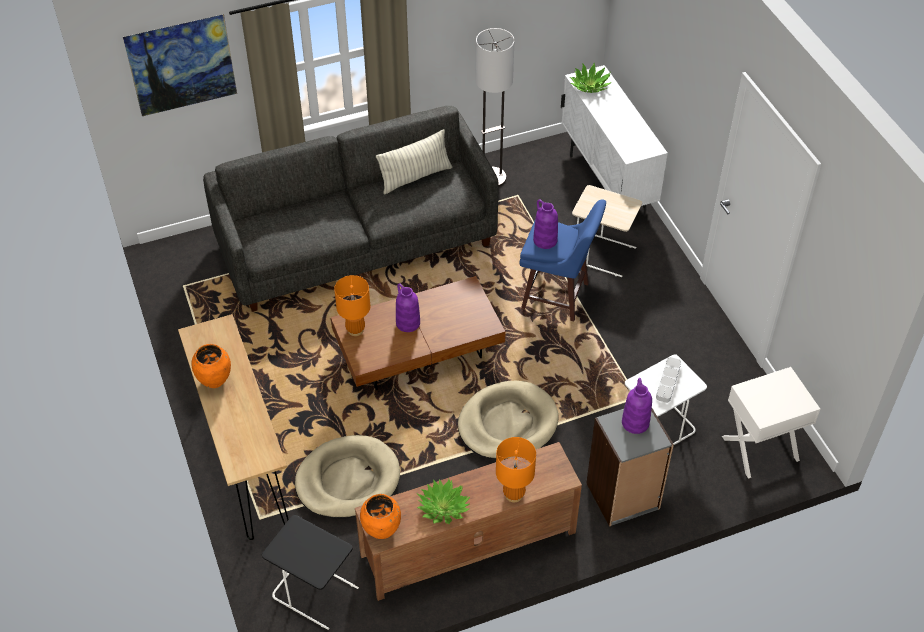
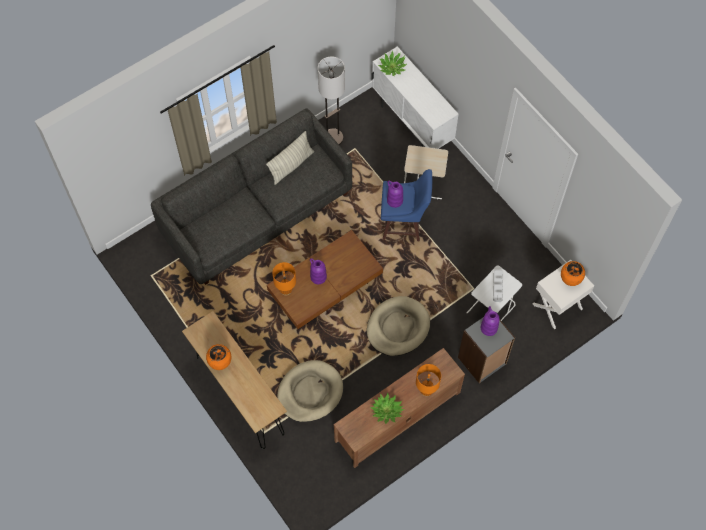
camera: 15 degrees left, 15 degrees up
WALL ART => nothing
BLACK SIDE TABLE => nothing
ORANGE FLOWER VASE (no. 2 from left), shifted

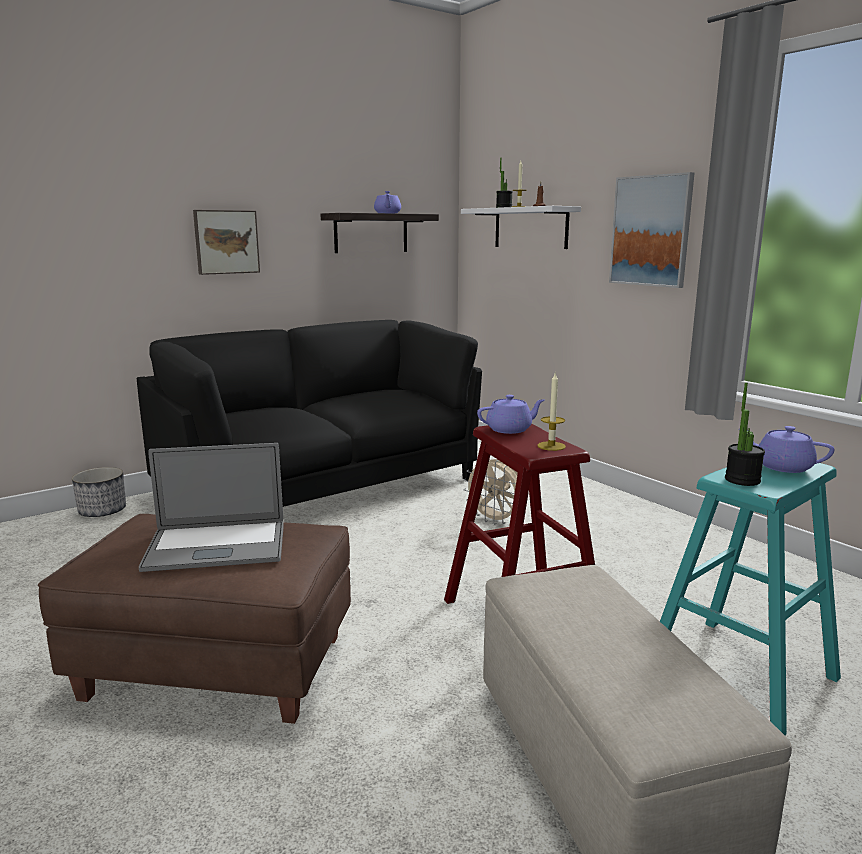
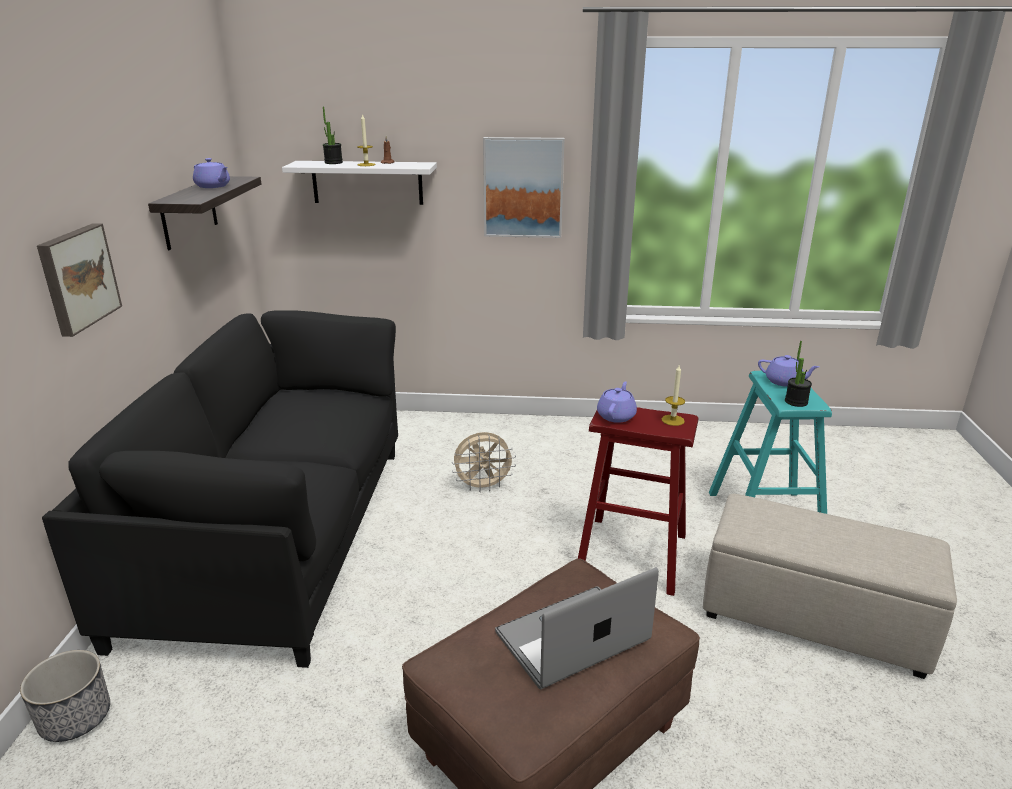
camera: 50 degrees left, 10 degrees up
PORTABLE COMPUTER, 150 degrees counterclockwise
PURPLE POT FOR TEA (no. 3 from left), 135 degrees counterclockwise

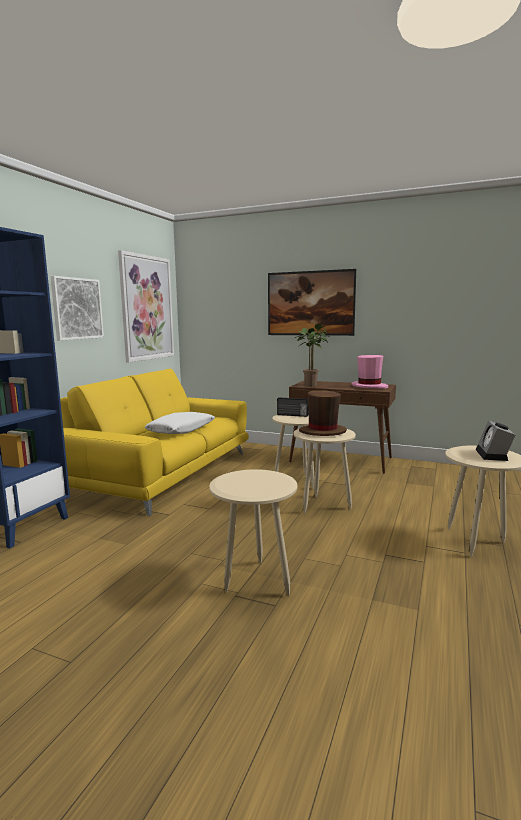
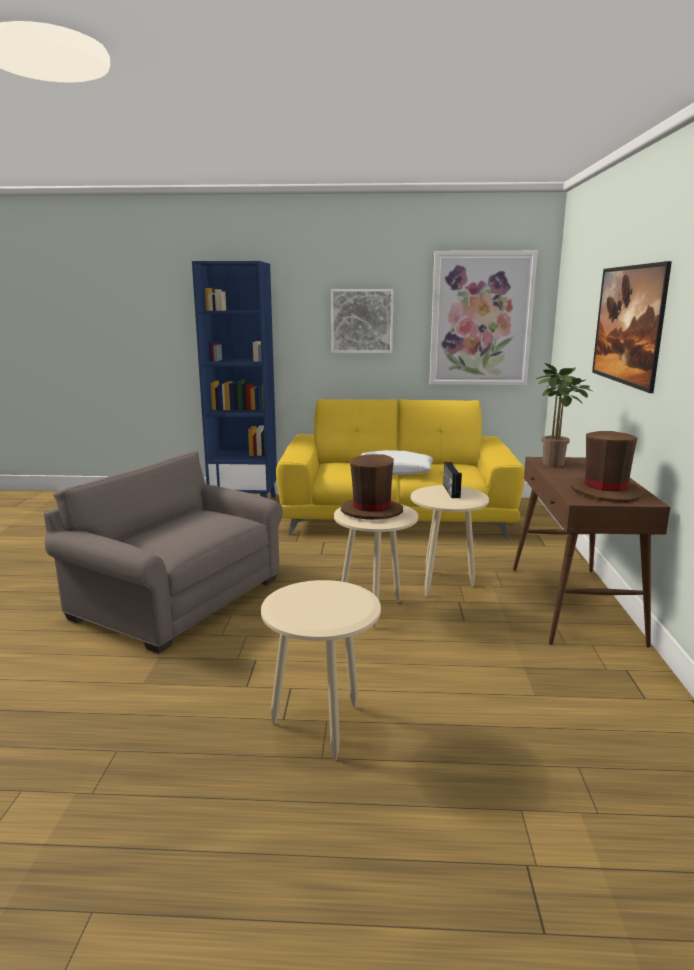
camera: 70 degrees right, 5 degrees up
BEDSIDE CLOCK => nothing
SAND-COLOURED SIDE TABLE (no. 1 from left) => GREYISH EASY CHAIR
PINK-COLOURED HAT => BROWN-COLOURED HAT (no. 2 from left)

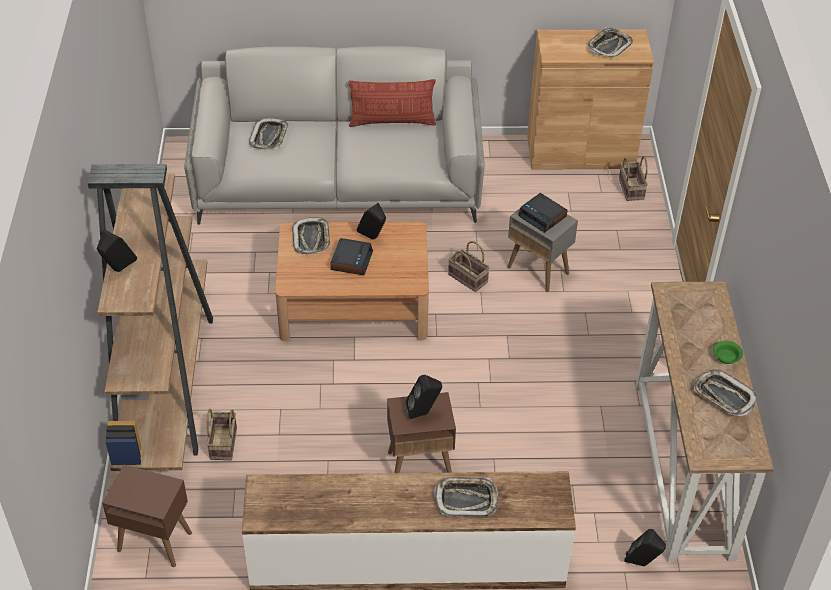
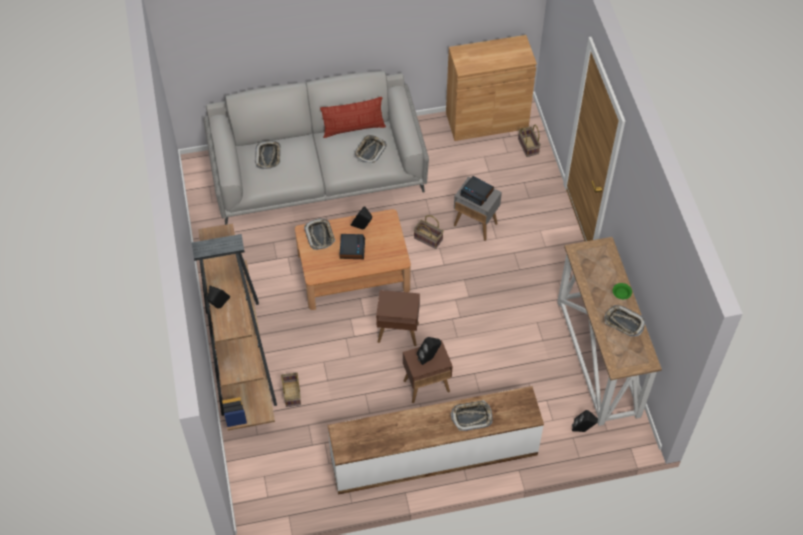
camera: 10 degrees left, 10 degrees up
BROWN-COLOURED SIDE TABLE (no. 1 from left), shifted
SERVING TRAY (no. 4 from left in the first image) => SERVING TRAY (no. 3 from left), shifted

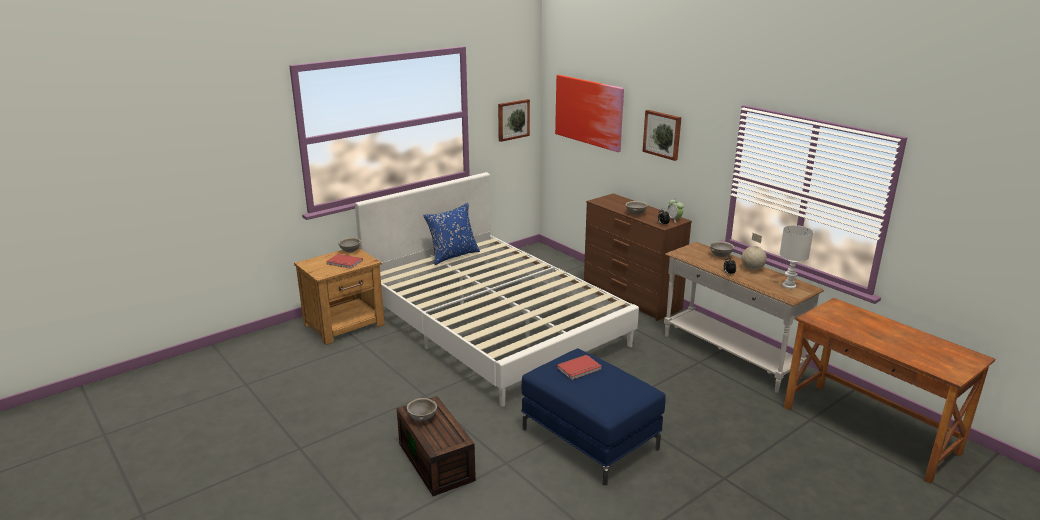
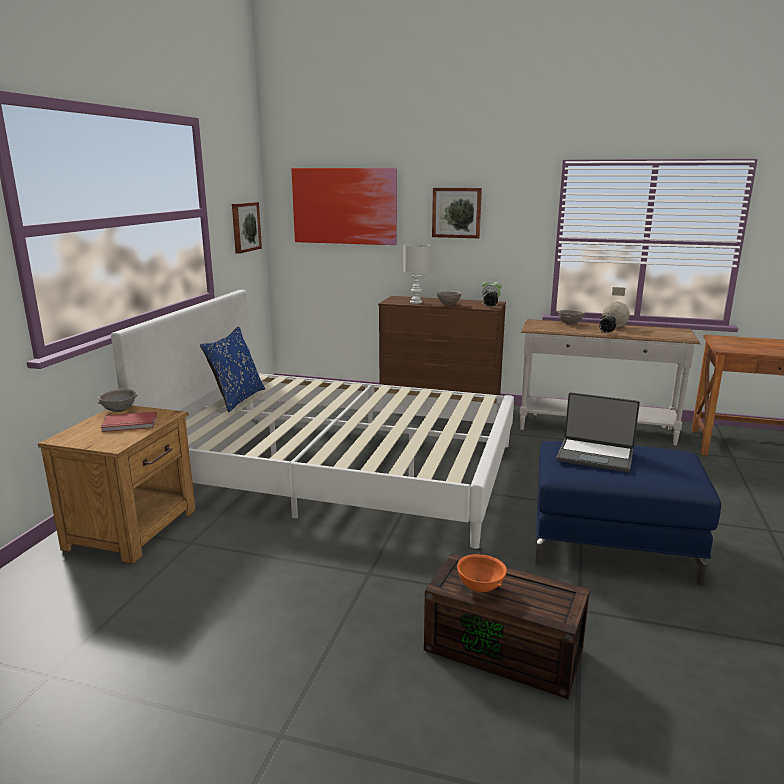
camera: 35 degrees left, 5 degrees down
WHITE-COLOURED TABLETOP LAMP, shifted
RED BOOK (no. 2 from left) => PORTABLE COMPUTER
GREYISH DEEP DISH (no. 2 from left) => ORANGE DEEP DISH

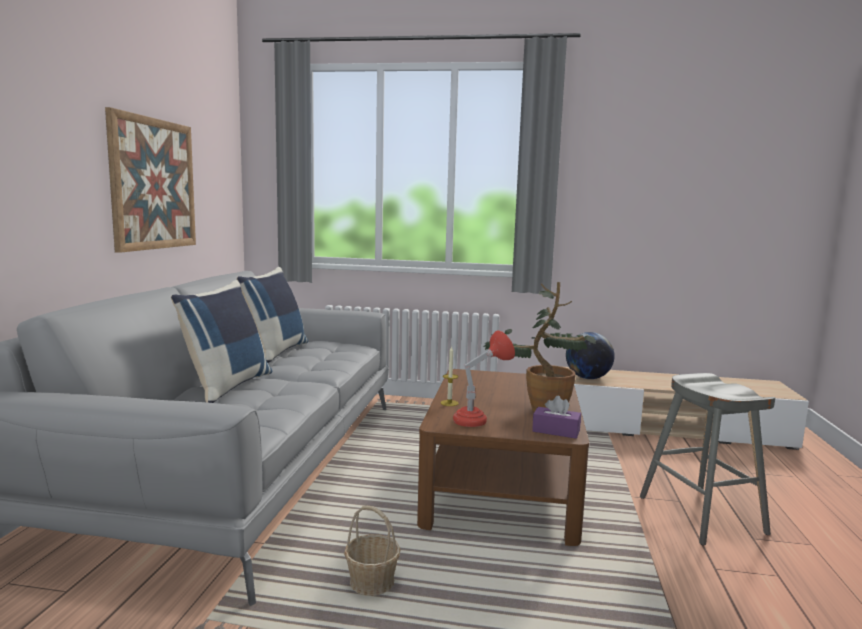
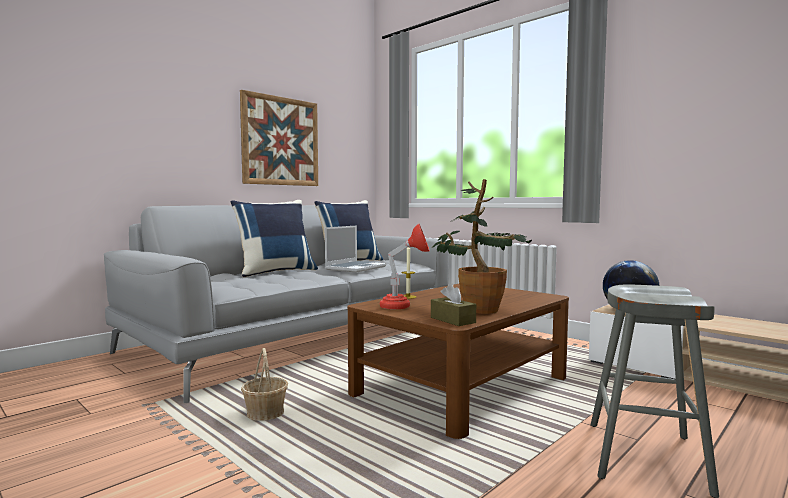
camera: 35 degrees right, 5 degrees down
nothing => PORTABLE COMPUTER
PURPLE TISSUE HOLDER => BROWN-COLOURED TISSUE HOLDER

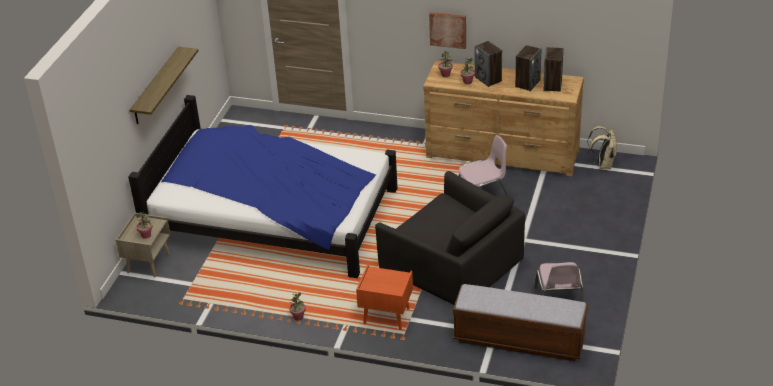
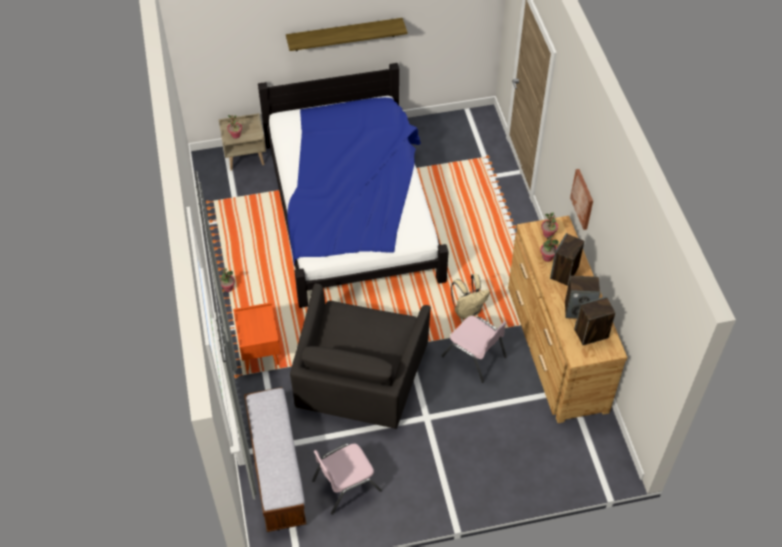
camera: 60 degrees right, 15 degrees up
SAND-COLOURED KNAPSACK, shifted

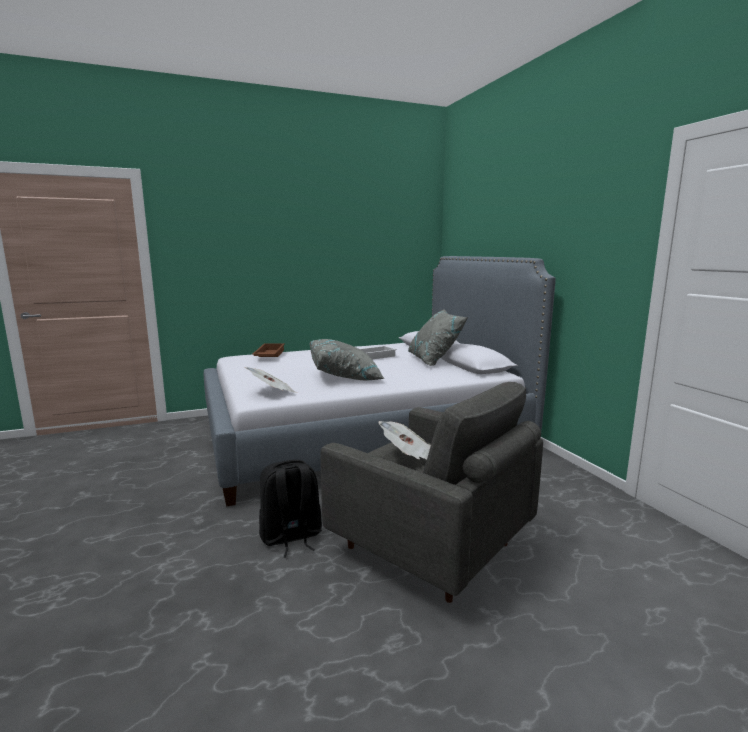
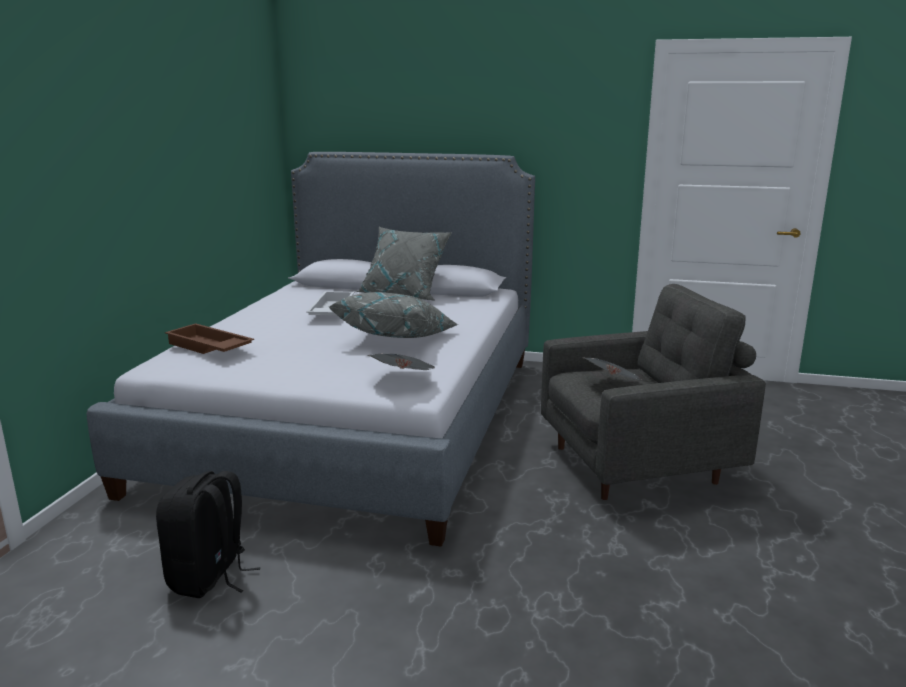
camera: 55 degrees left, 5 degrees up
BLACK KNAPSACK, shifted

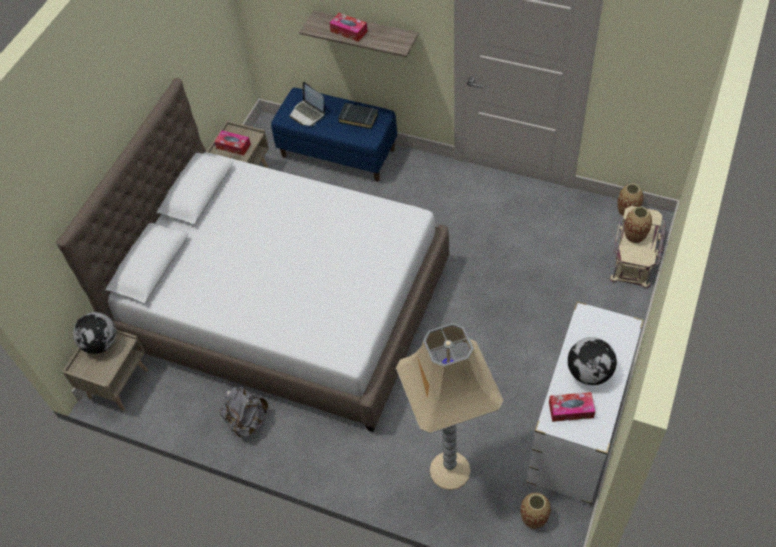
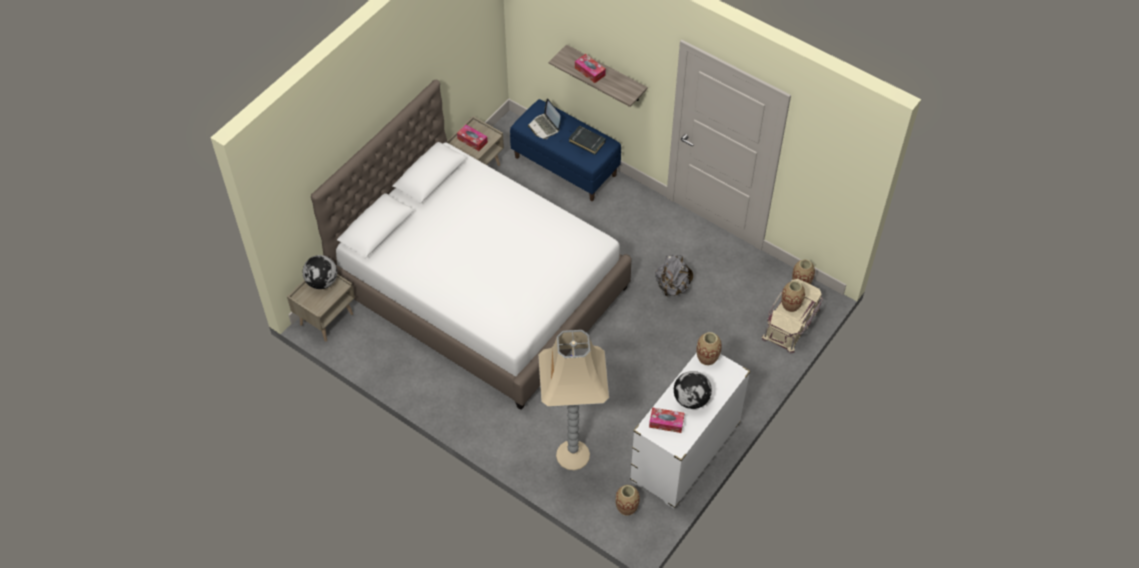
camera: 10 degrees right, 0 degrees up
nothing => FLOWER VASE (no. 2 from left)
GREYISH KNAPSACK, shifted

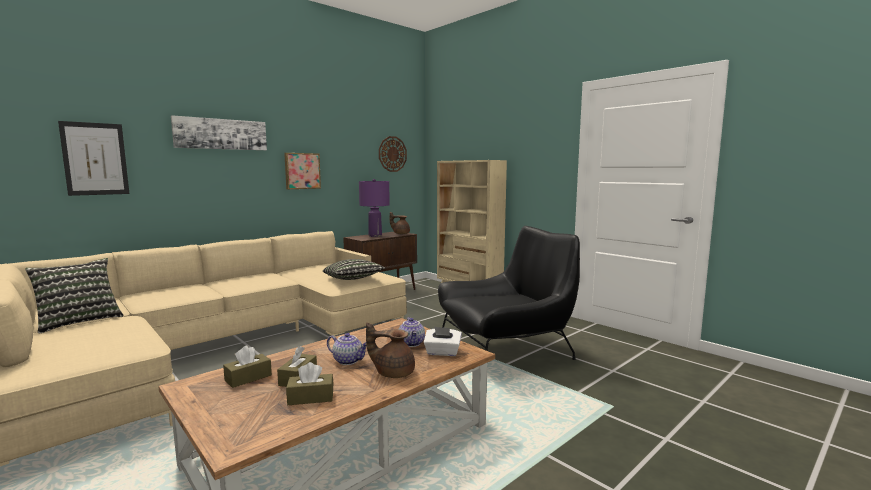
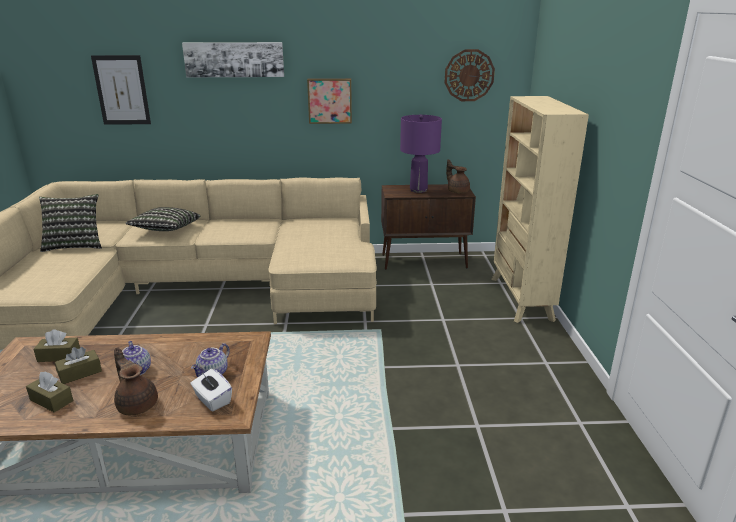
camera: 40 degrees right, 15 degrees up
BLACK EASY CHAIR => nothing
PILLOW (no. 2 from left), shifted

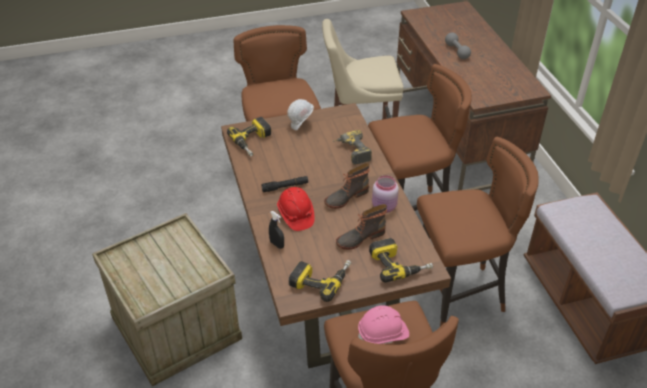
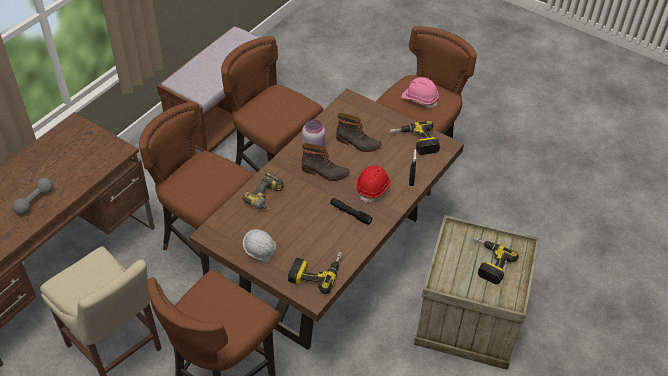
camera: 130 degrees left, 5 degrees up
ELECTRIC DRILL (no. 4 from left), shifted

